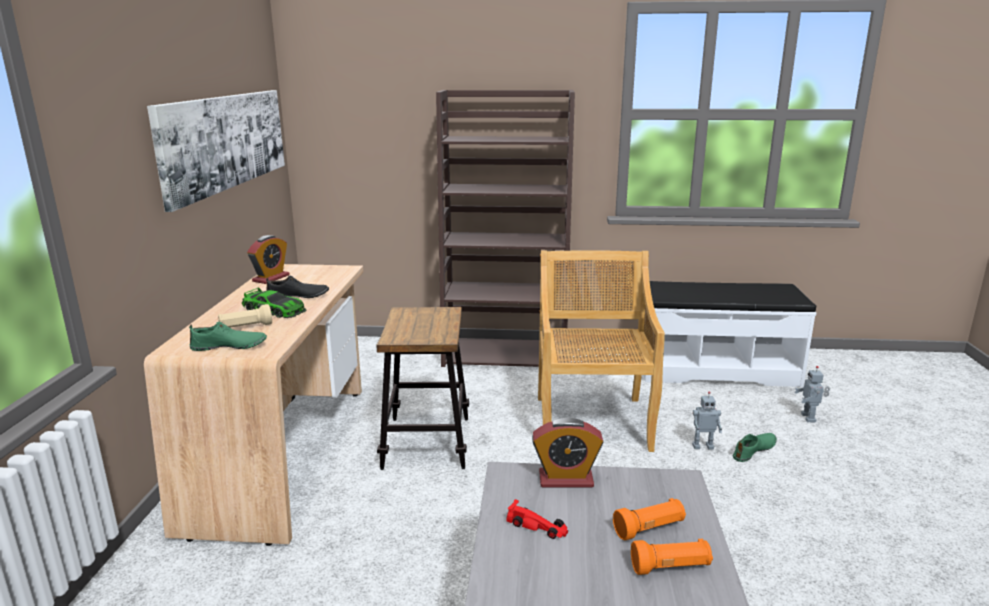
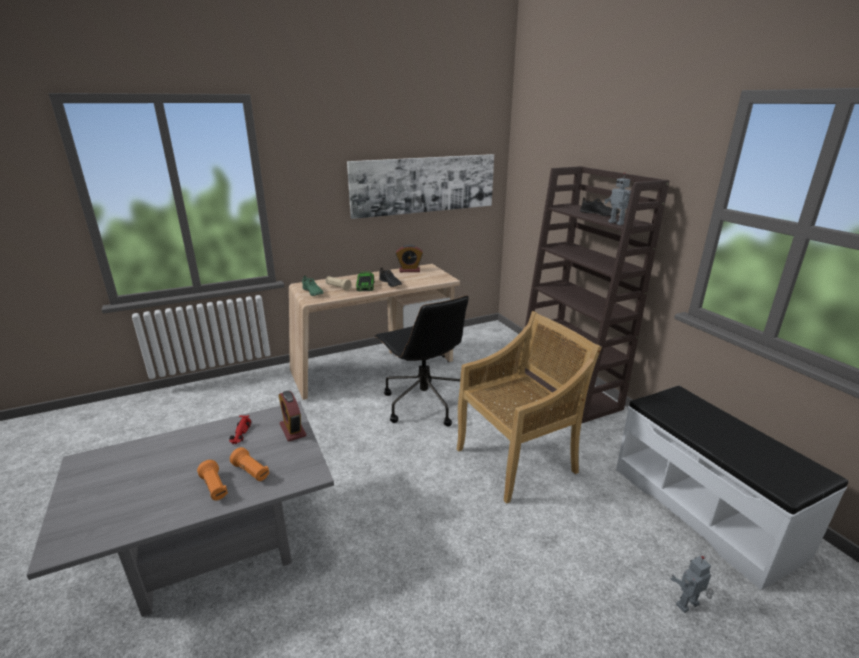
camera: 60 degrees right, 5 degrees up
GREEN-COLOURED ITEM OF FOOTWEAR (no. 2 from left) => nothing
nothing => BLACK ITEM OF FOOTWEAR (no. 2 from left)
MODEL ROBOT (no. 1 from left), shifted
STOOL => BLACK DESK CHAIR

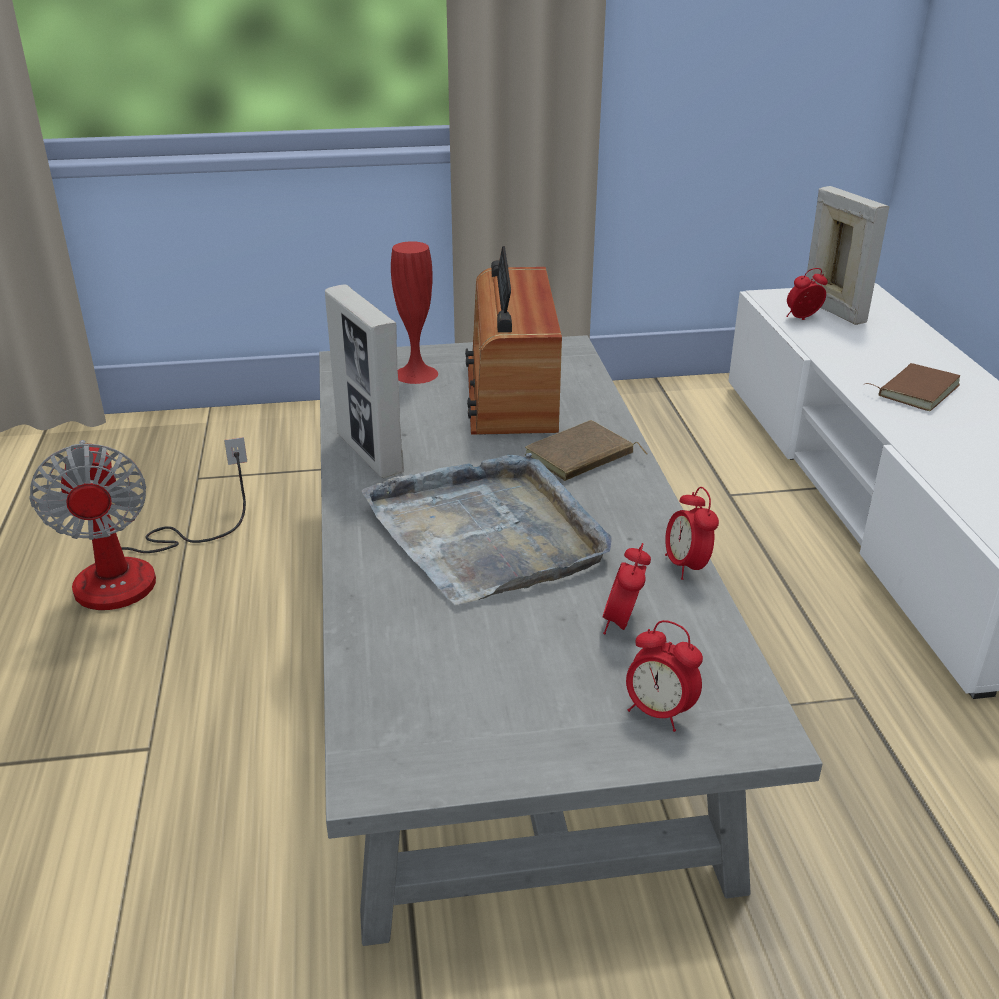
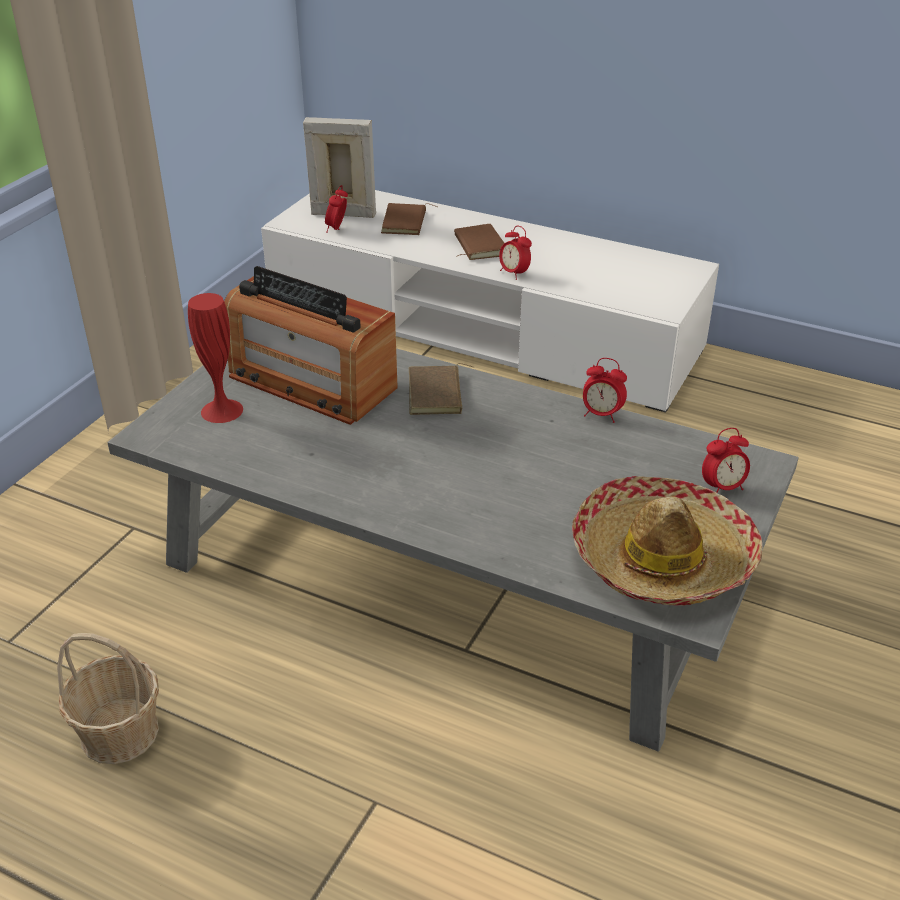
camera: 55 degrees left, 5 degrees up
STANDING FRAME (no. 1 from left) => nothing
GREYISH SERVING TRAY => nothing
nothing => BROWN-COLOURED BOOK (no. 1 from left)
nothing => HAT
BEDSIDE CLOCK (no. 1 from left in the first image) => BEDSIDE CLOCK (no. 2 from left), shifted
FAN => BASKET

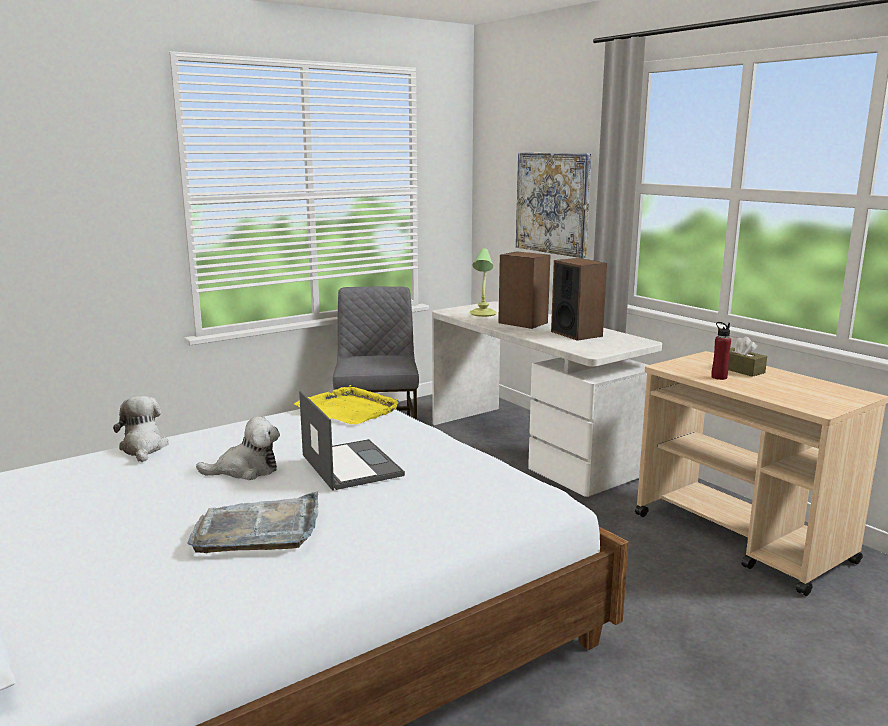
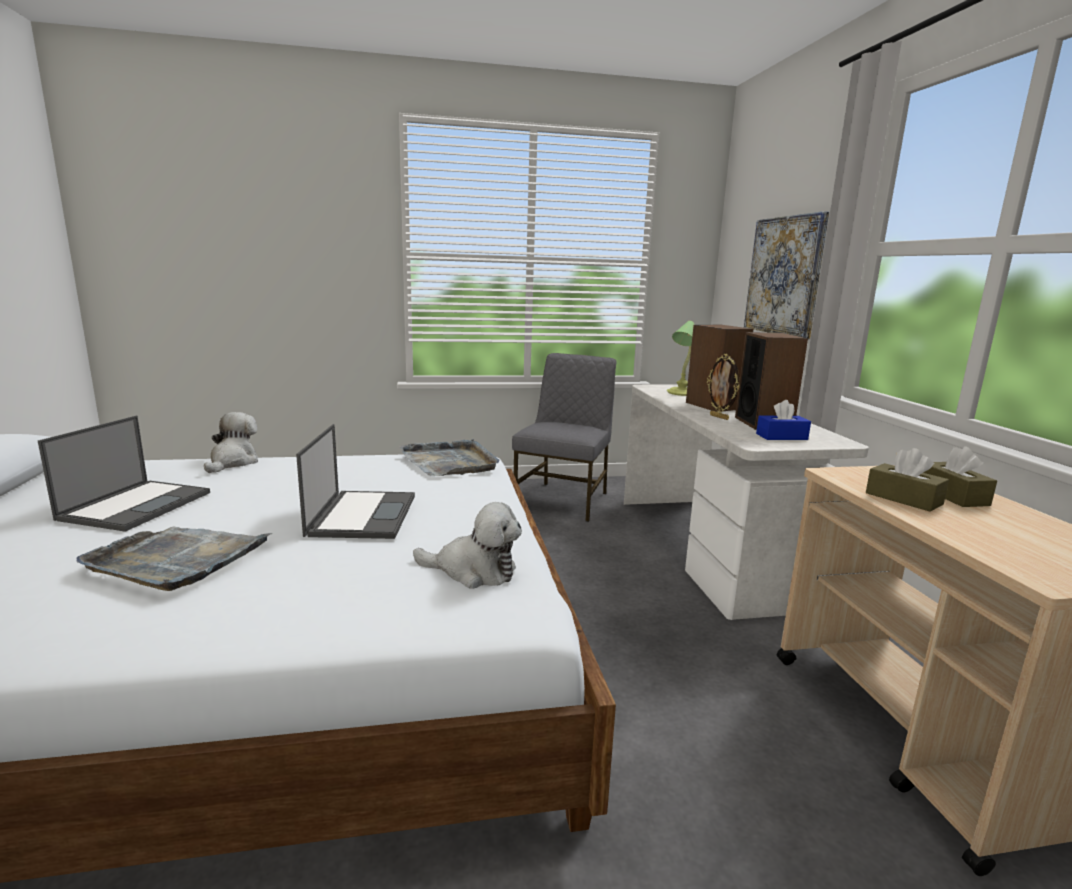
camera: 25 degrees right, 0 degrees up
nothing => PORTABLE COMPUTER (no. 1 from left)
nothing => STANDING FRAME
nothing => BLUE TISSUE HOLDER
SOFT TOY (no. 2 from left), shifted
RED BEVERAGE BOTTLE => BROWN-COLOURED TISSUE HOLDER (no. 1 from left)
YELLOW-COLOURED SERVING TRAY => GREYISH SERVING TRAY (no. 2 from left)

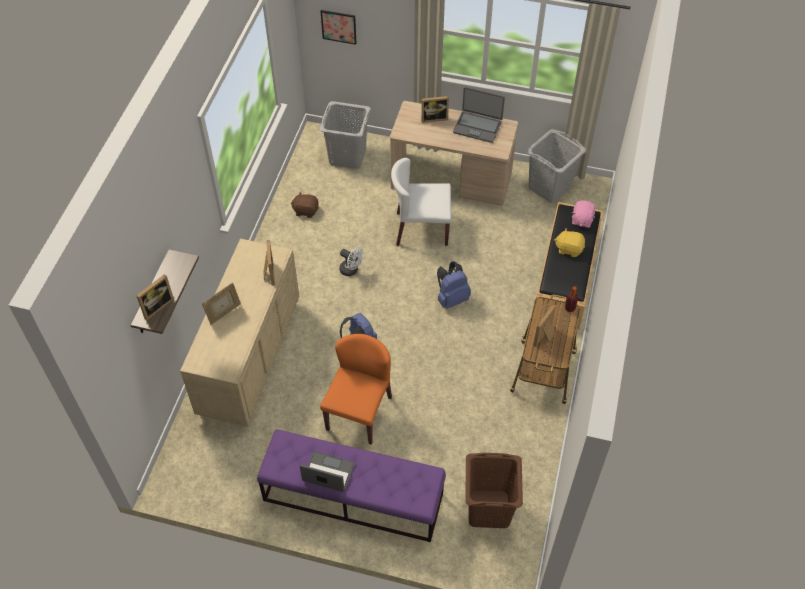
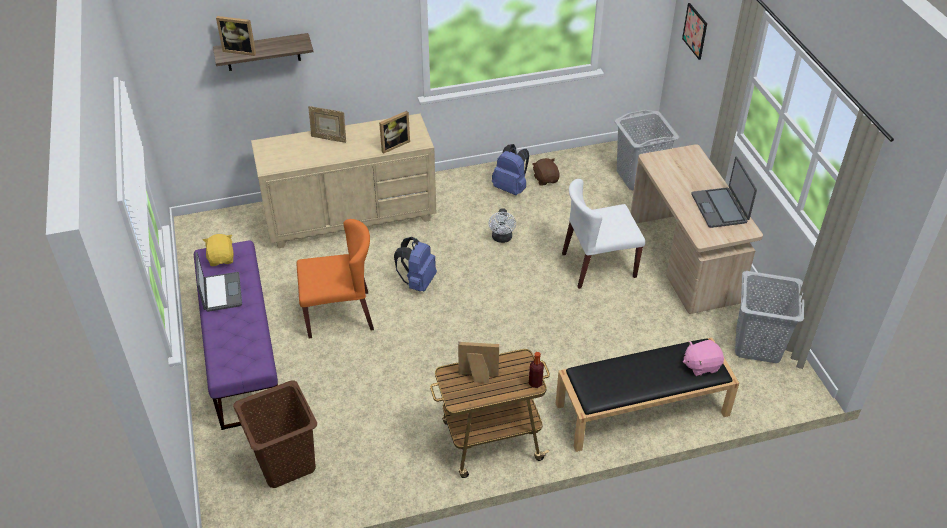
camera: 60 degrees right, 10 degrees down
STANDING FRAME (no. 4 from left) => nothing
BLUE KNAPSACK (no. 2 from left), shifted
YELLOW-COLOURED SOFT TOY, shifted
WHITE-COLOURED UPRIGHT CHAIR, 75 degrees counterclockwise

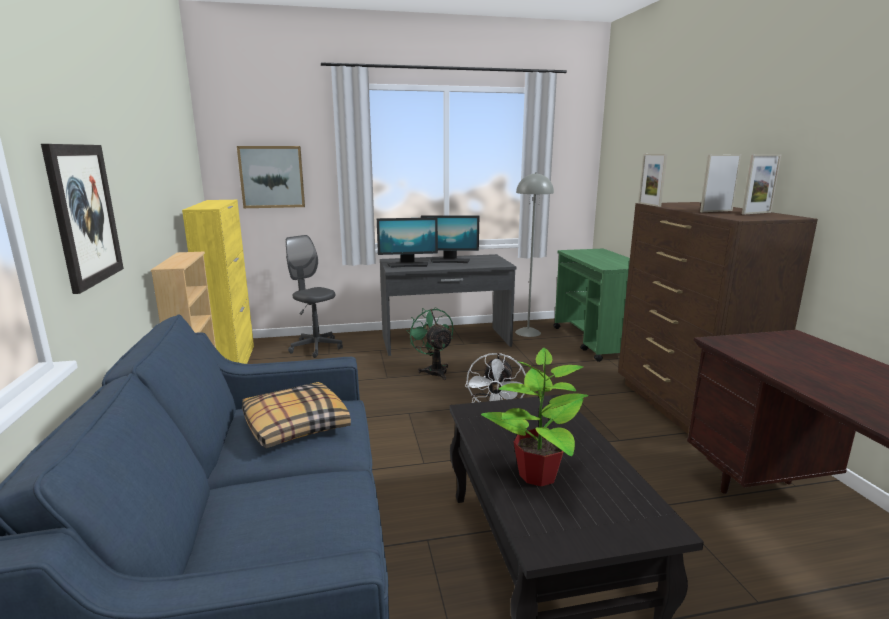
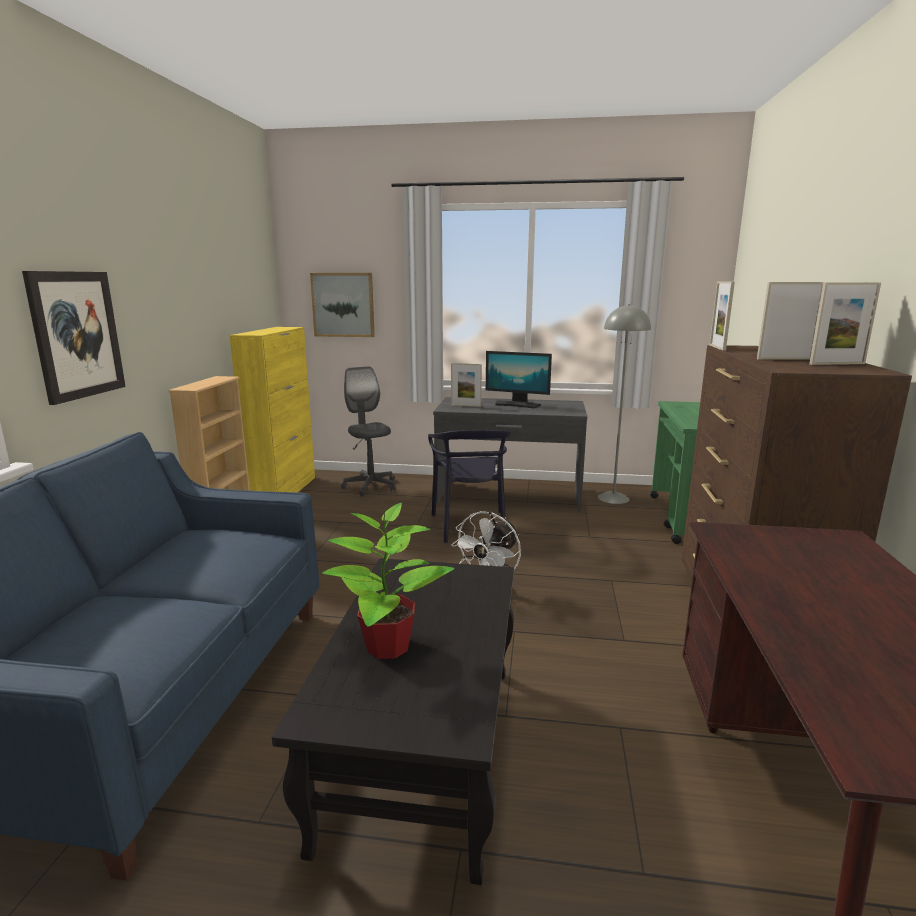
camera: 20 degrees right, 0 degrees up
PILLOW => nothing
COMPUTER DISPLAY (no. 1 from left) => STANDING FRAME (no. 1 from left)
GREEN-COLOURED FAN => BLACK UPRIGHT CHAIR

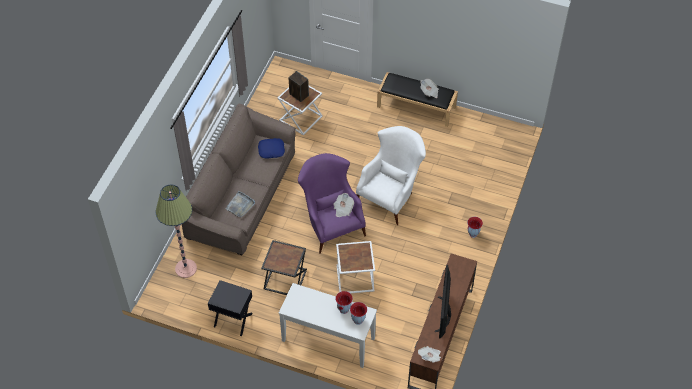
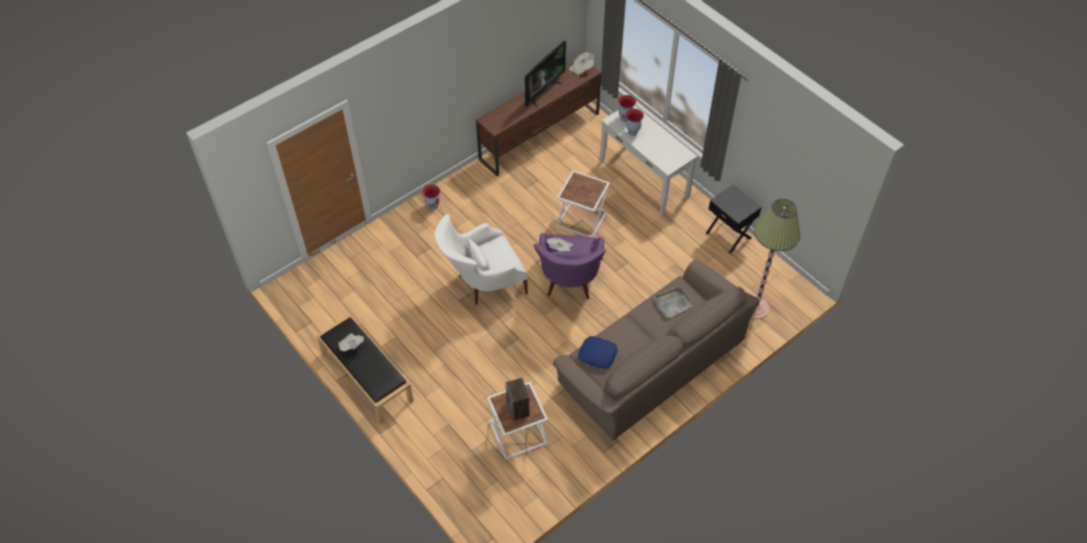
camera: 150 degrees left, 0 degrees up
BLACK SIDE TABLE => nothing

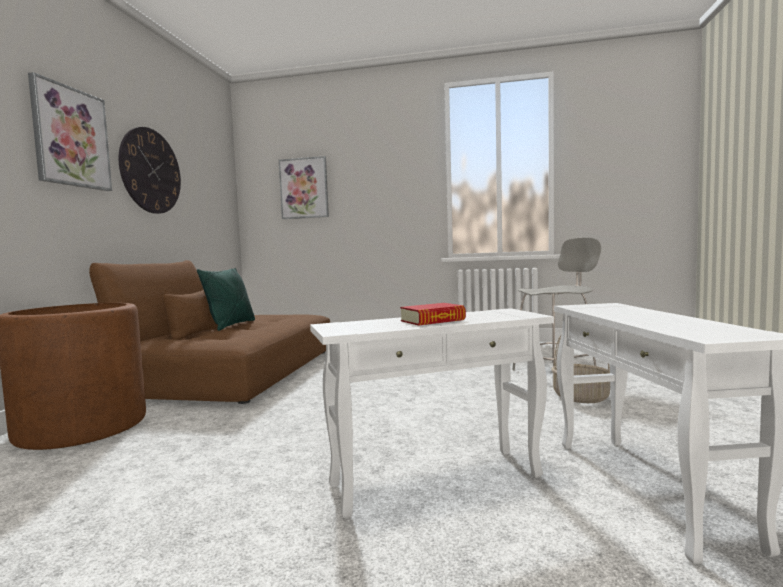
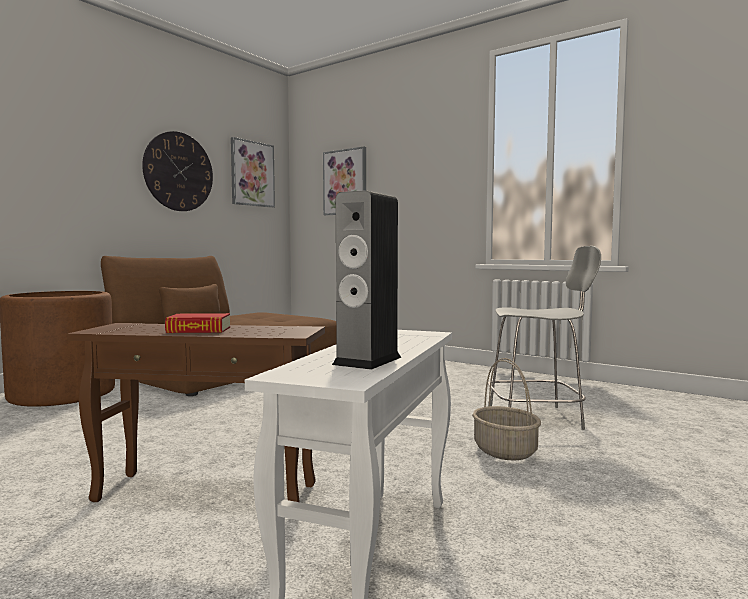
camera: 25 degrees right, 0 degrees up
GREEN-COLOURED PILLOW => nothing
nothing => AUDIO SPEAKER
WALL ART (no. 1 from left), shifted
WHITE-COLOURED SIDE TABLE (no. 1 from left) => BROWN-COLOURED SIDE TABLE

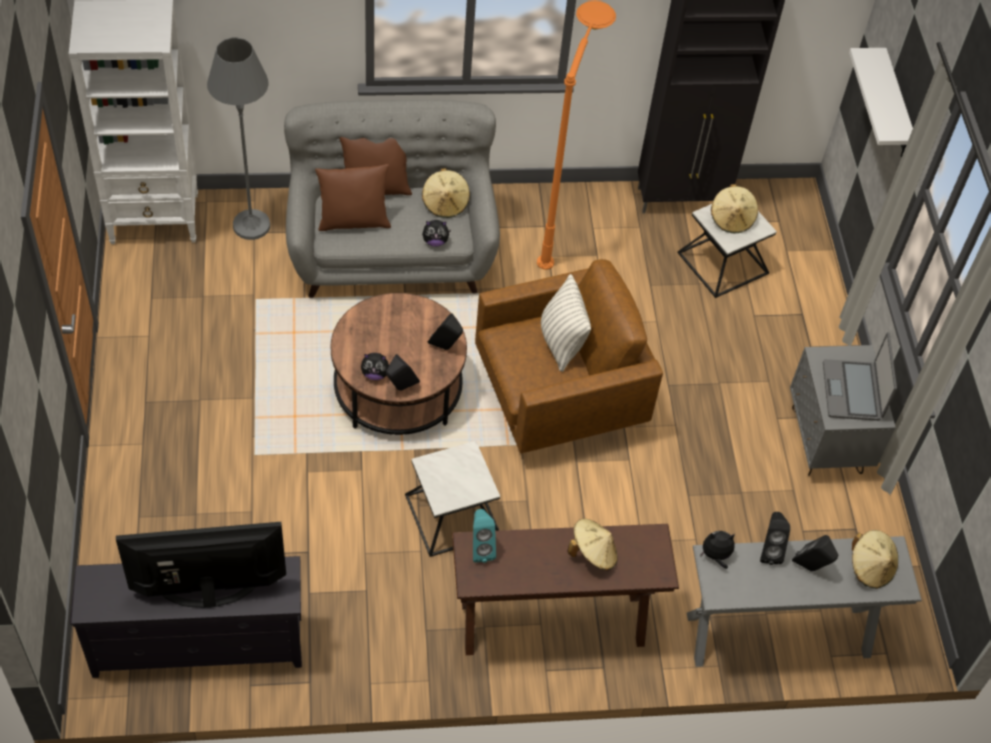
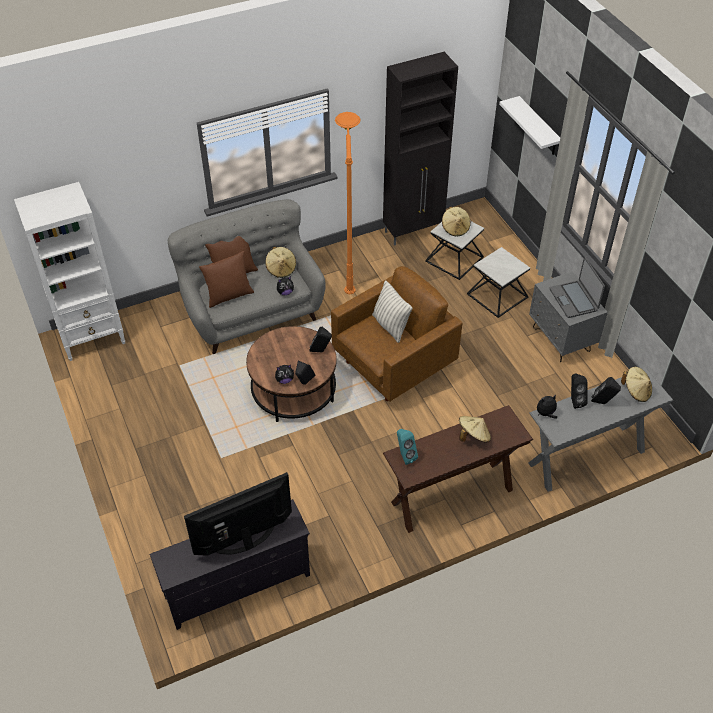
camera: 15 degrees left, 5 degrees down
GREYISH STANDARD LAMP => nothing
SIDE TABLE (no. 1 from left in the first image) => SIDE TABLE (no. 2 from left), shifted

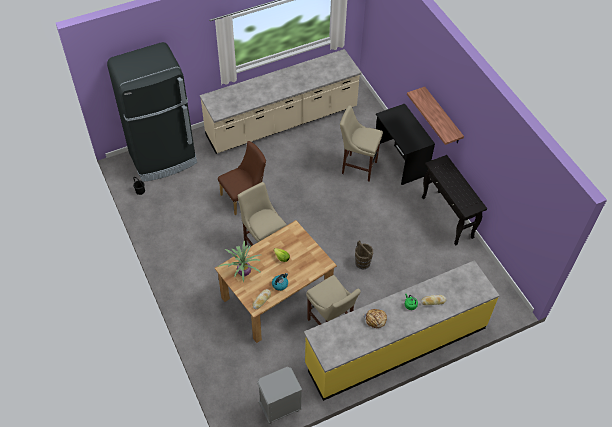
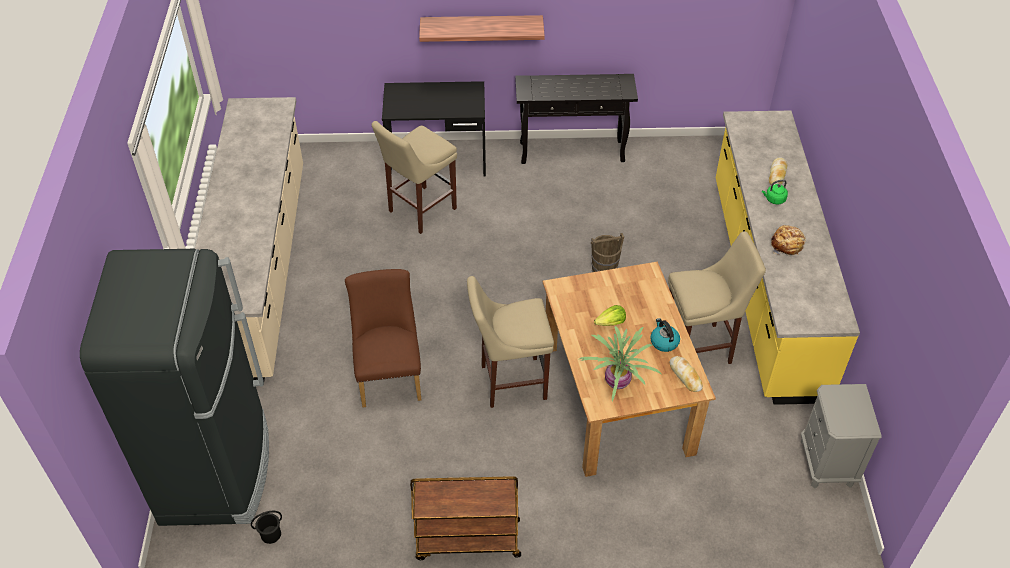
camera: 65 degrees left, 5 degrees down
nothing => BROWN-COLOURED WHEELED CART

